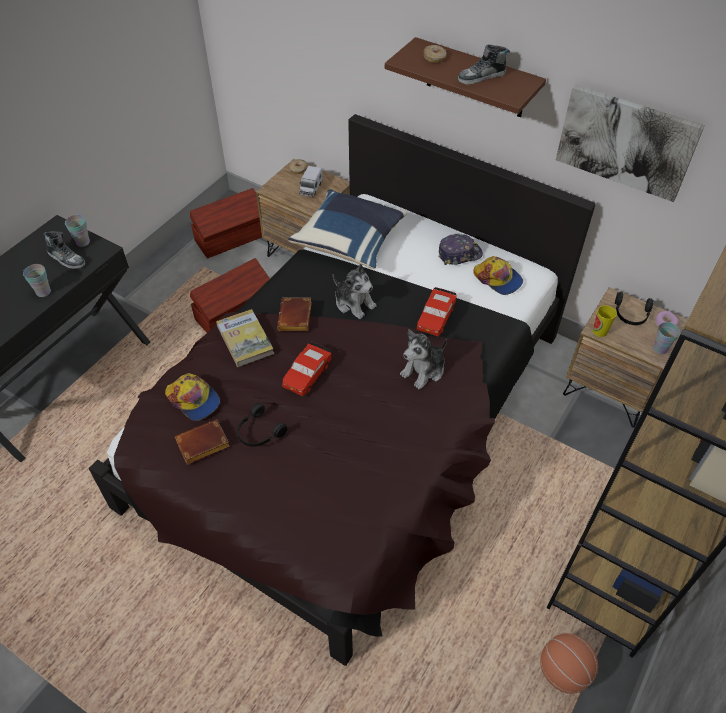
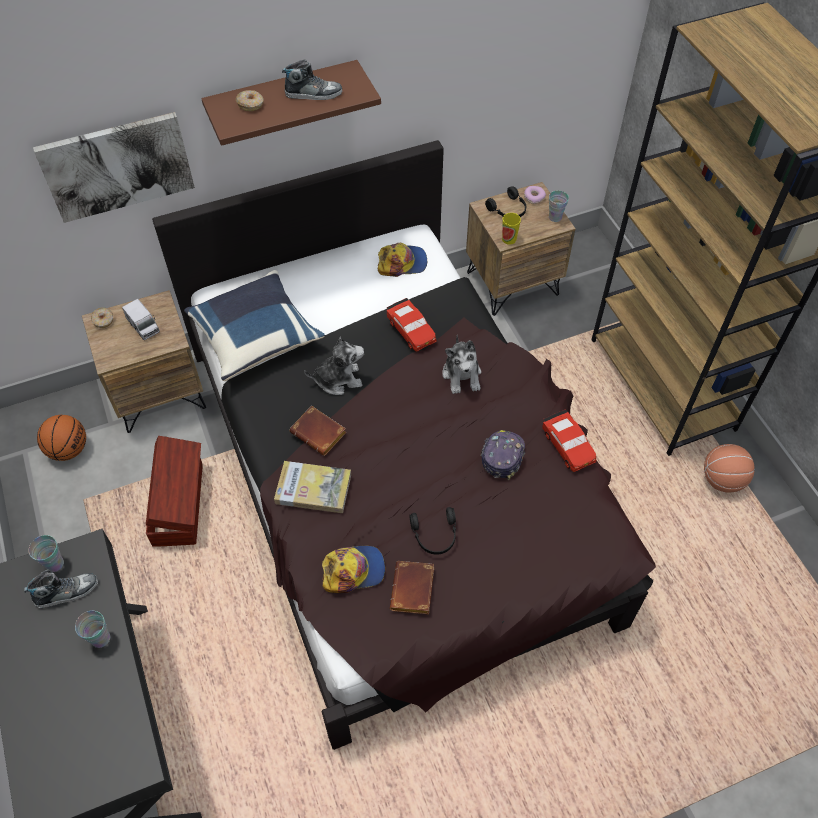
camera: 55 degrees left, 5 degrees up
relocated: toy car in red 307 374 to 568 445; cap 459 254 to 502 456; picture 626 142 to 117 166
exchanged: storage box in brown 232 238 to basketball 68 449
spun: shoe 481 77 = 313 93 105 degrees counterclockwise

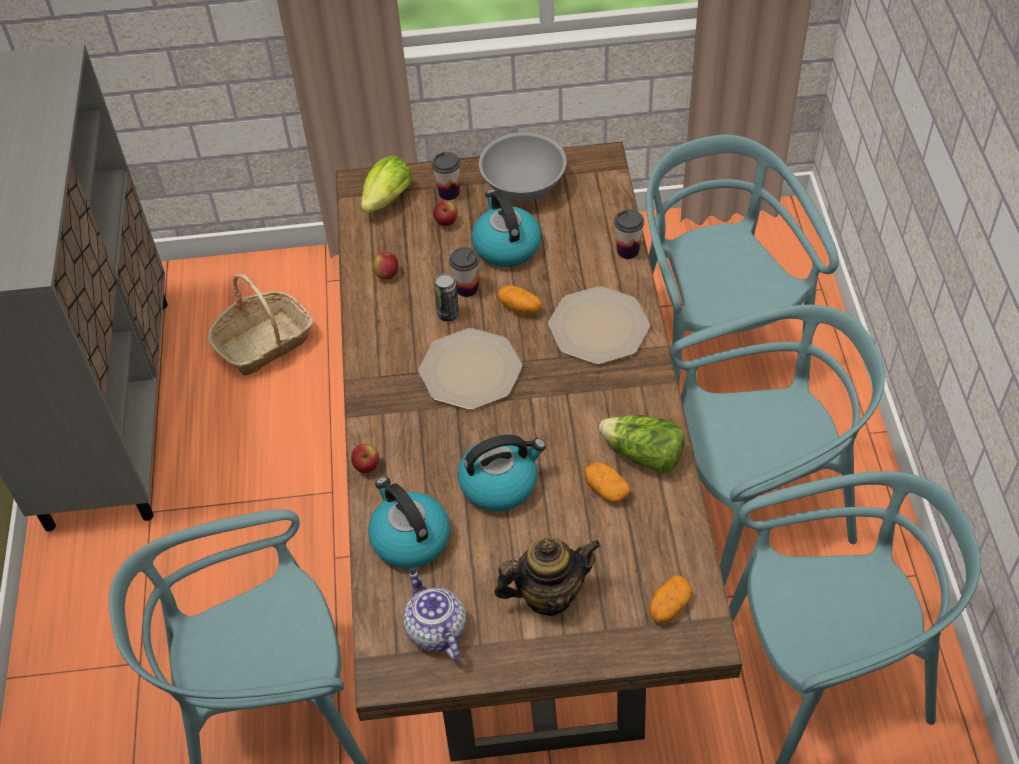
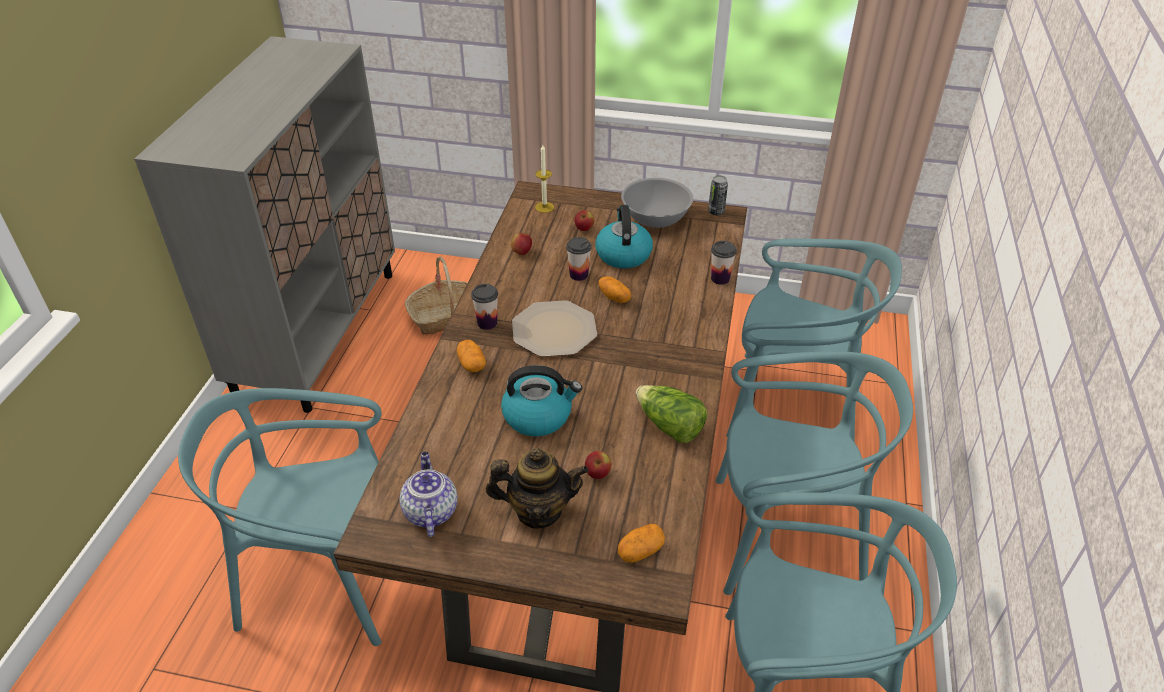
camera: 15 degrees right, 10 degrees down
missing: kettle 409 538; plate 598 328
relocated: apple 367 466 to 597 474; cup 448 192 to 487 323; can 448 314 to 716 212; potato 606 489 to 471 364
exchanged: lettuce 385 202 to candle 544 207
spun: chair in turquoise 714 349 = 792 405 105 degrees clockwise

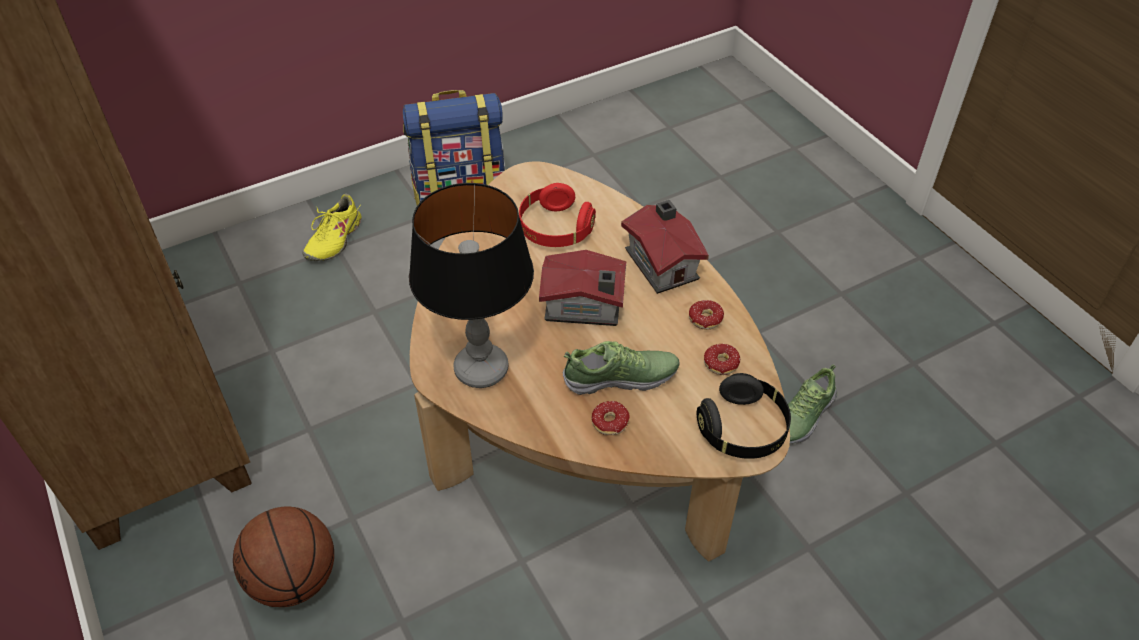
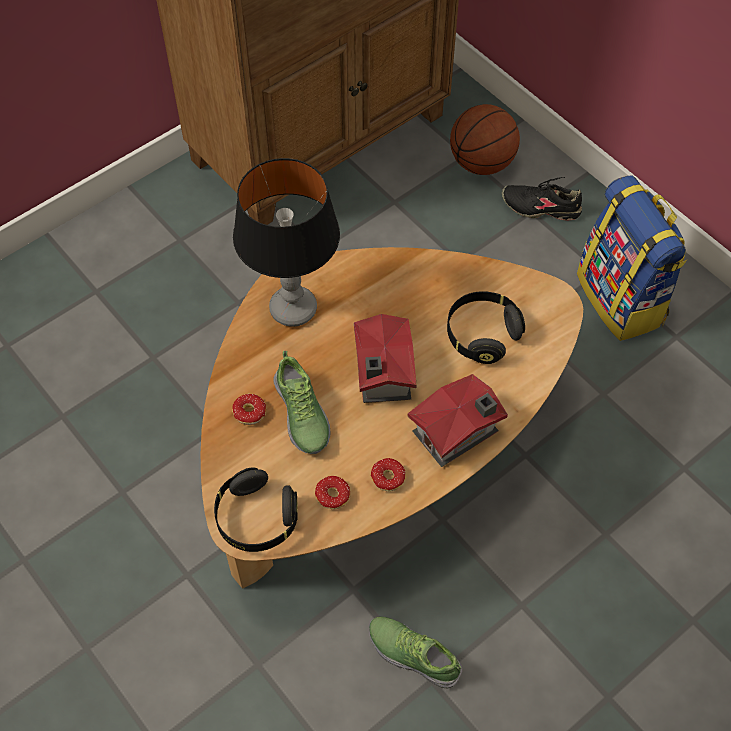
camera: 80 degrees right, 10 degrees up
relocated: basketball 294 580 to 481 163
colour: shoe in yellow 334 239 to shoe in black 541 207; headphones in red 555 229 to headphones in black 482 335

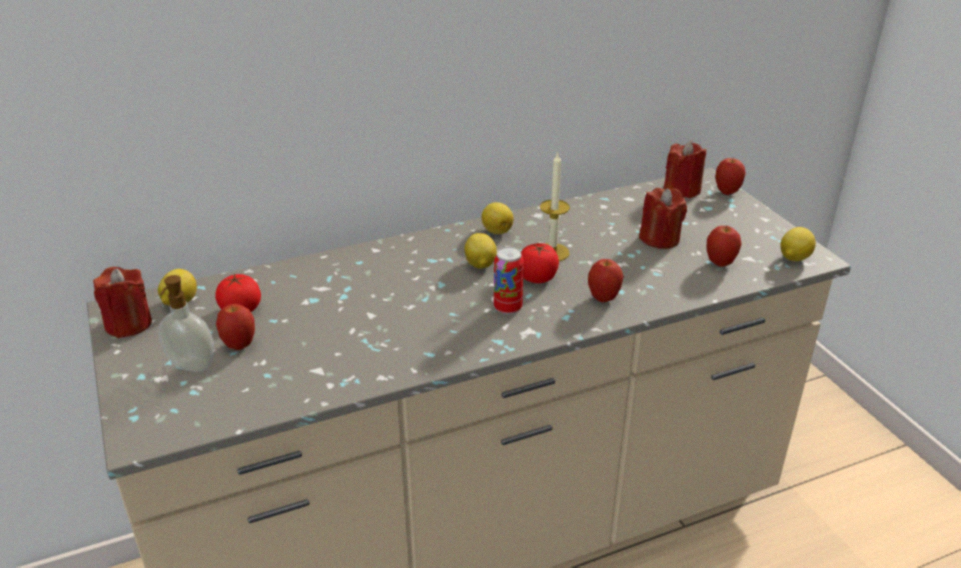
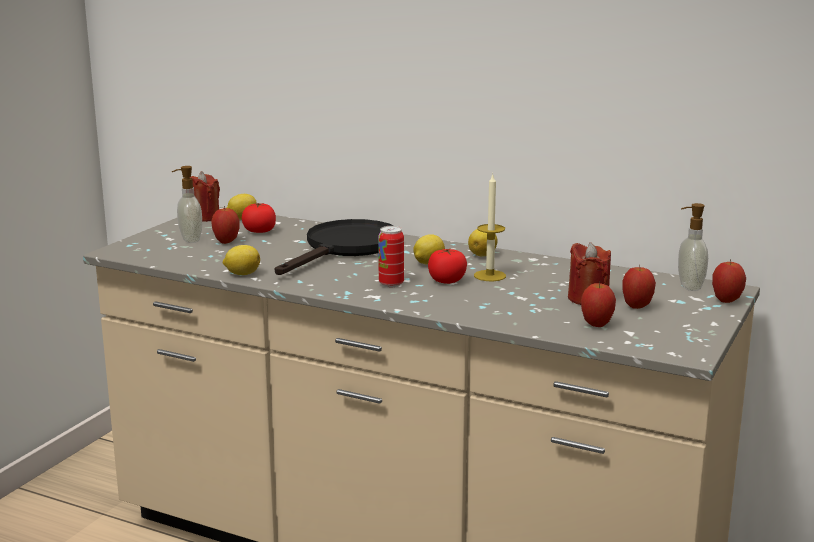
camera: 50 degrees right, 15 degrees down
appeared: frying pan in black 345 248
relocated: apple 603 298 to 637 307; lemon 793 258 to 242 274
exchanged: candle in red 682 190 to soap dispenser 689 287

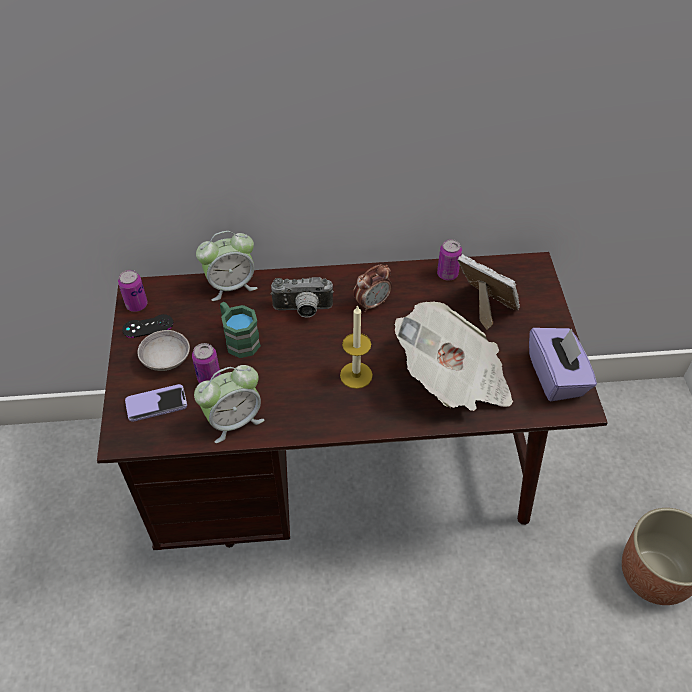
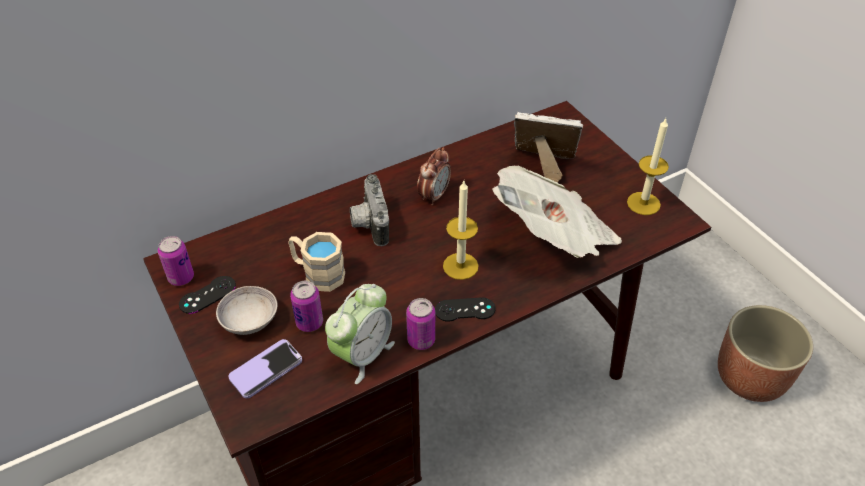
camera: 25 degrees left, 5 degrees down
missing: alarm clock 231 285
appeared: game controller in black 465 310
relocated: can 447 274 to 421 340
exchanged: tissue box in purple 556 376 to candle 643 203
colour: mug in green 238 339 to mug in beige 317 273
spun: photo camera 303 310 = 368 224 105 degrees clockwise

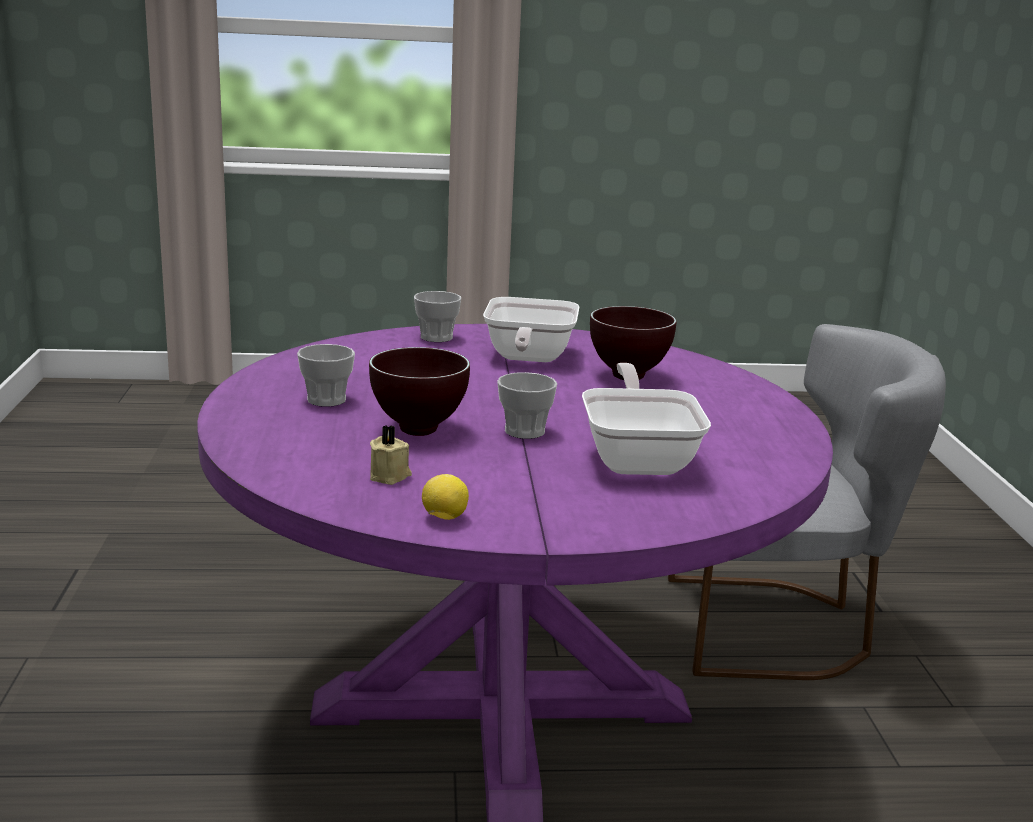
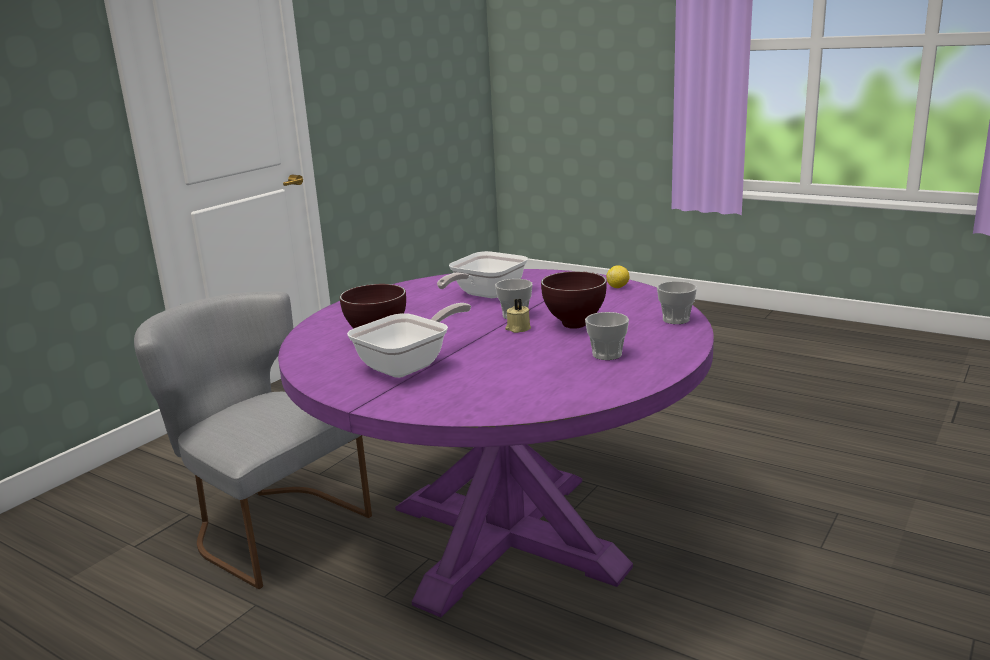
camera: 140 degrees left, 0 degrees up
relocated: candle in beige 390 476 to 517 329; cup 436 337 to 675 319

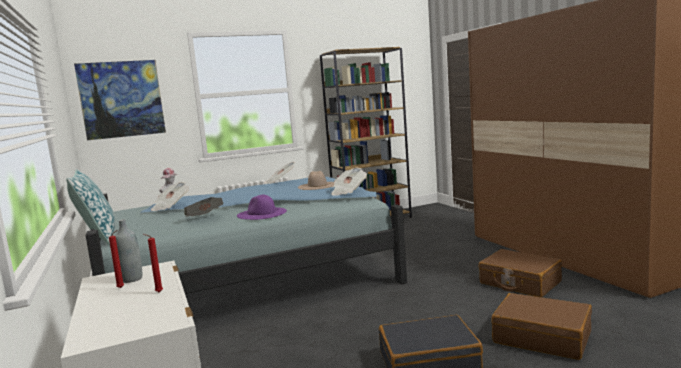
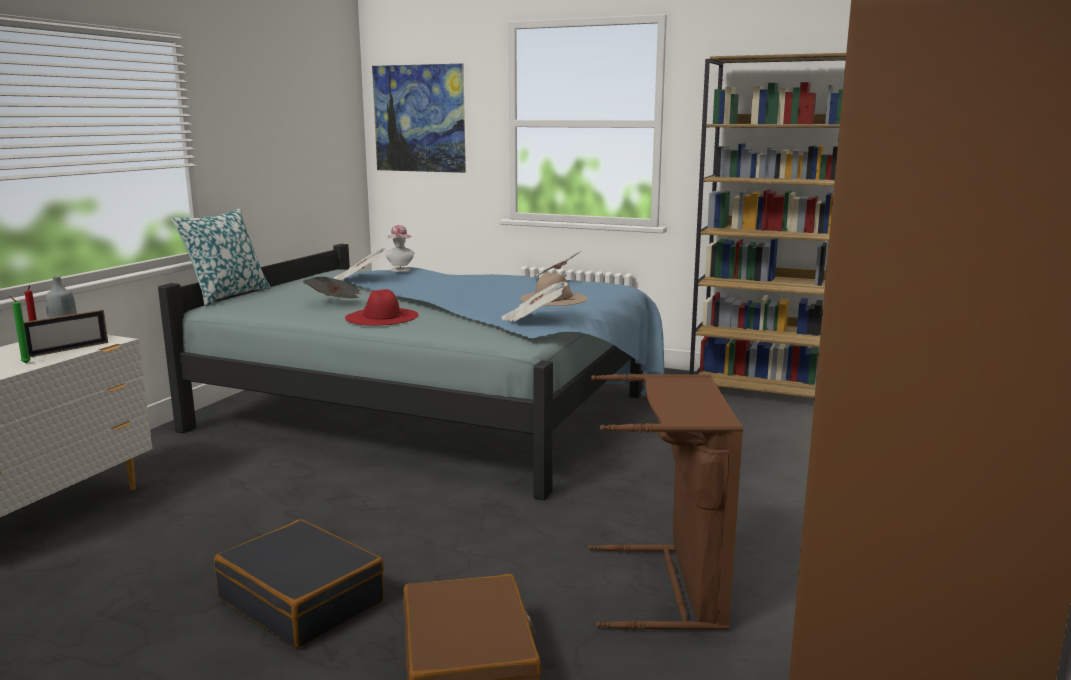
camera: 45 degrees right, 5 degrees up
appeared: picture frame 68 349
exchanged: suitcase in brown 519 283 to laundry basket in brown 672 587
colour: candle in red 158 293 to candle in green 25 363; hat in purple 261 213 to hat in red 381 316

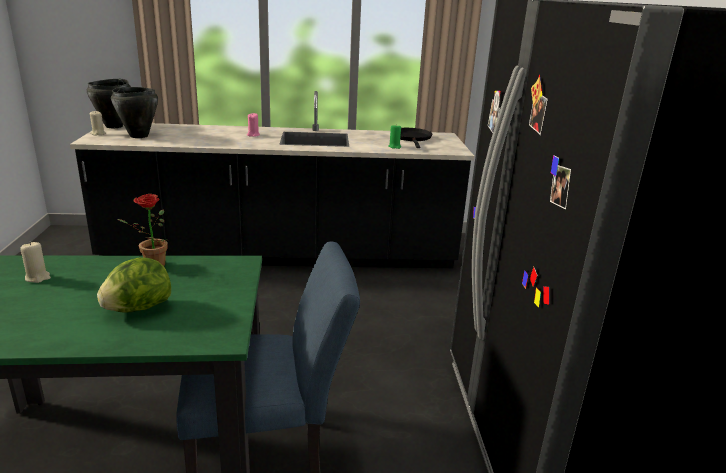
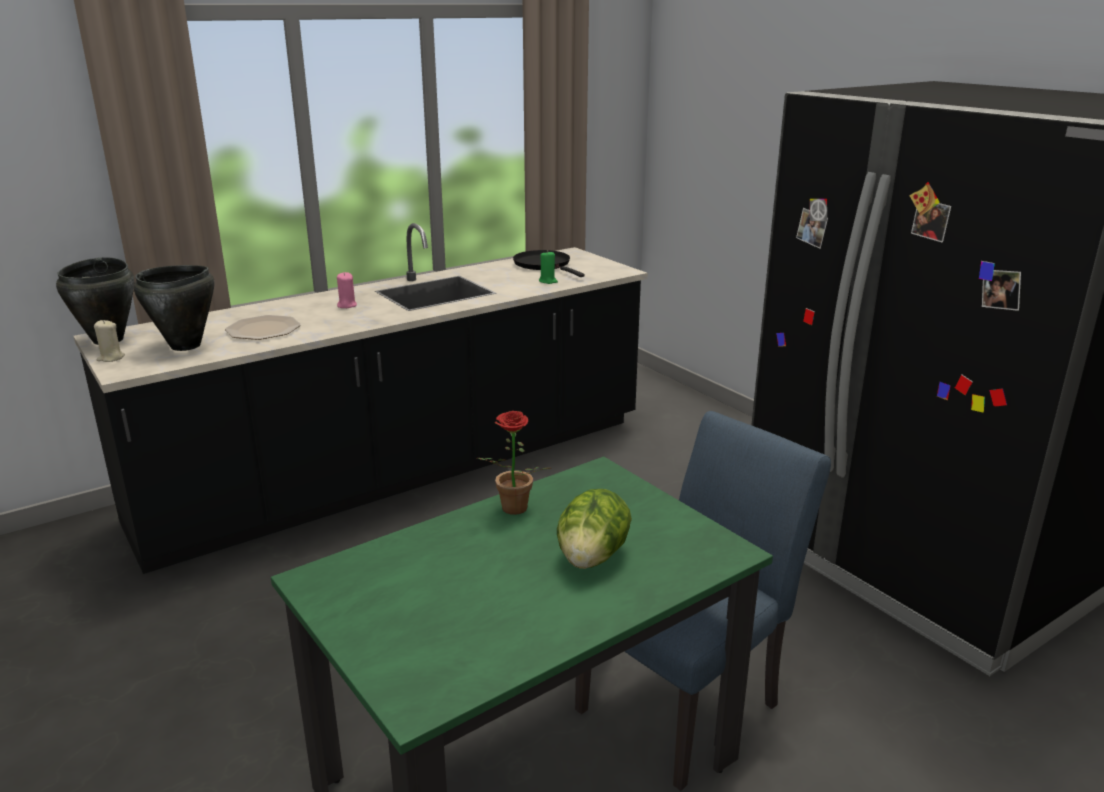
camera: 30 degrees left, 0 degrees up
missing: candle in beige 38 277
appeared: plate 264 329

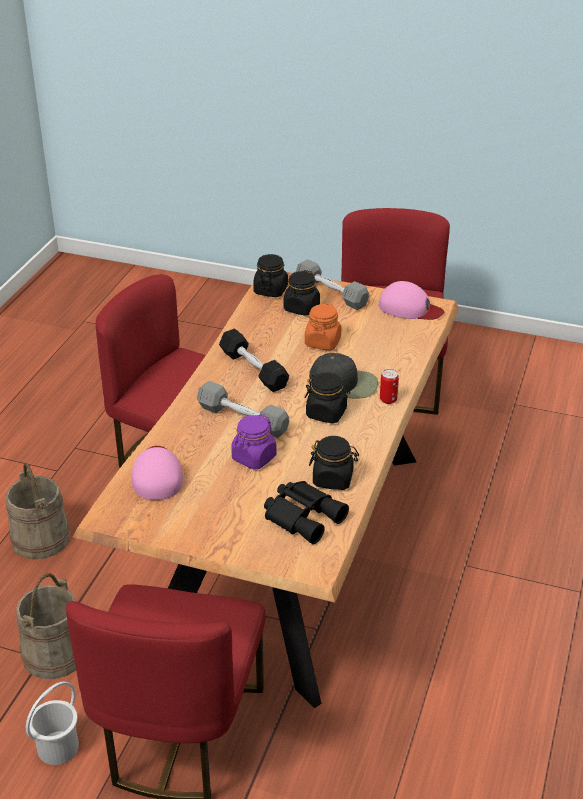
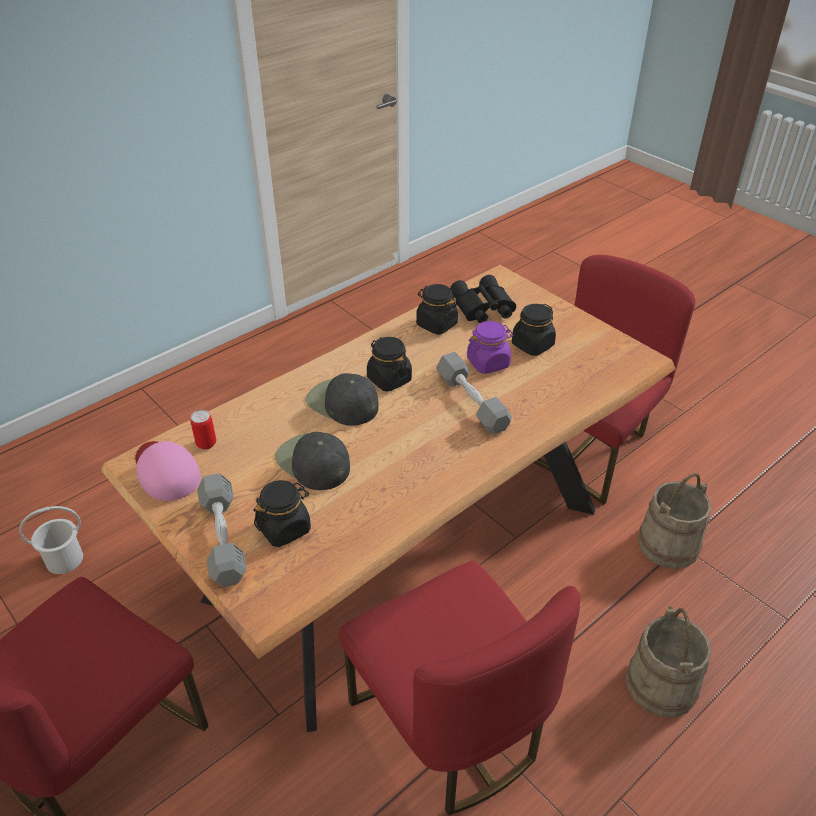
camera: 150 degrees left, 5 degrees up
missing: cap in pink 157 475; dumbbell in black 253 369
relocated: bucket in white 57 747 to 65 560; jar in black 270 290 to 532 345; can 388 399 to 206 443
exchanged: jar in orange 322 342 to cap in black 312 462

